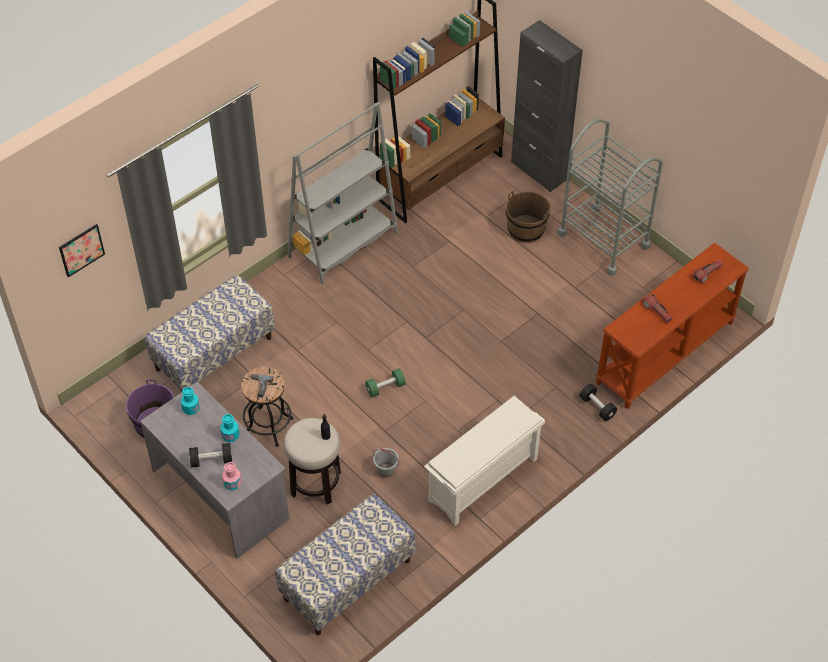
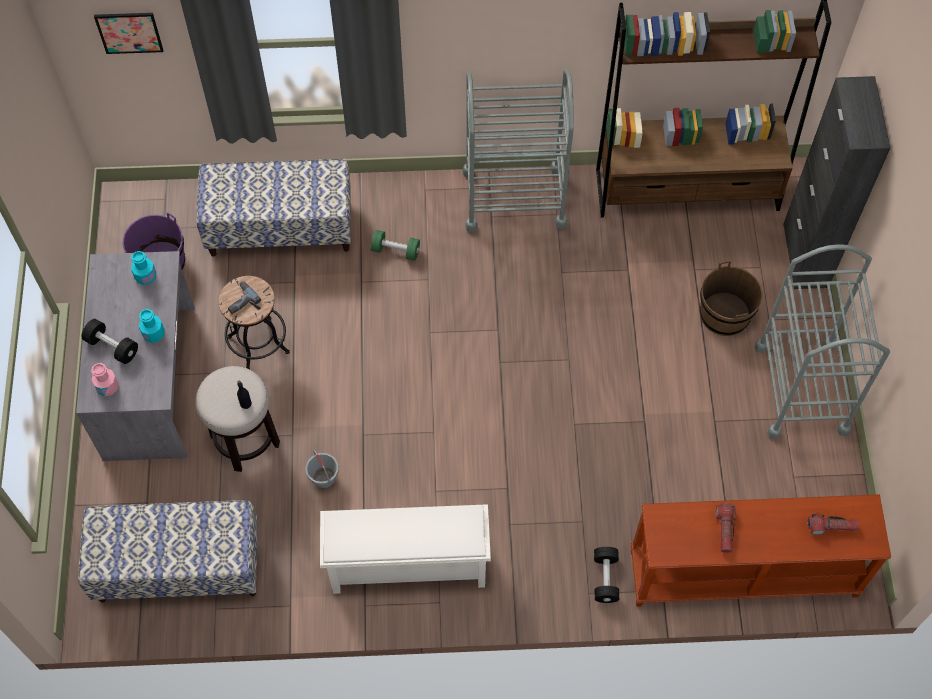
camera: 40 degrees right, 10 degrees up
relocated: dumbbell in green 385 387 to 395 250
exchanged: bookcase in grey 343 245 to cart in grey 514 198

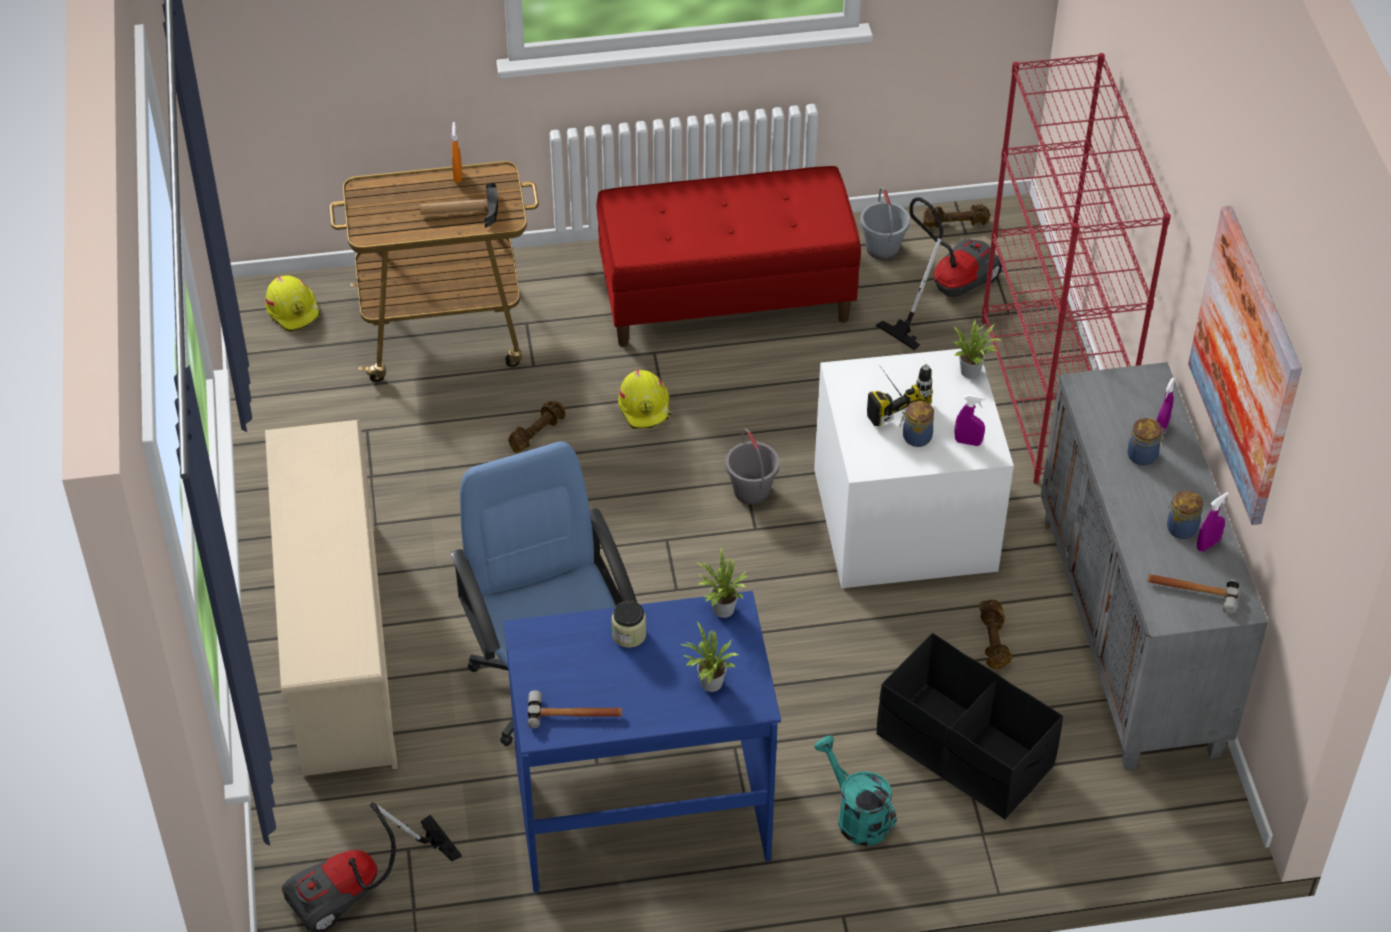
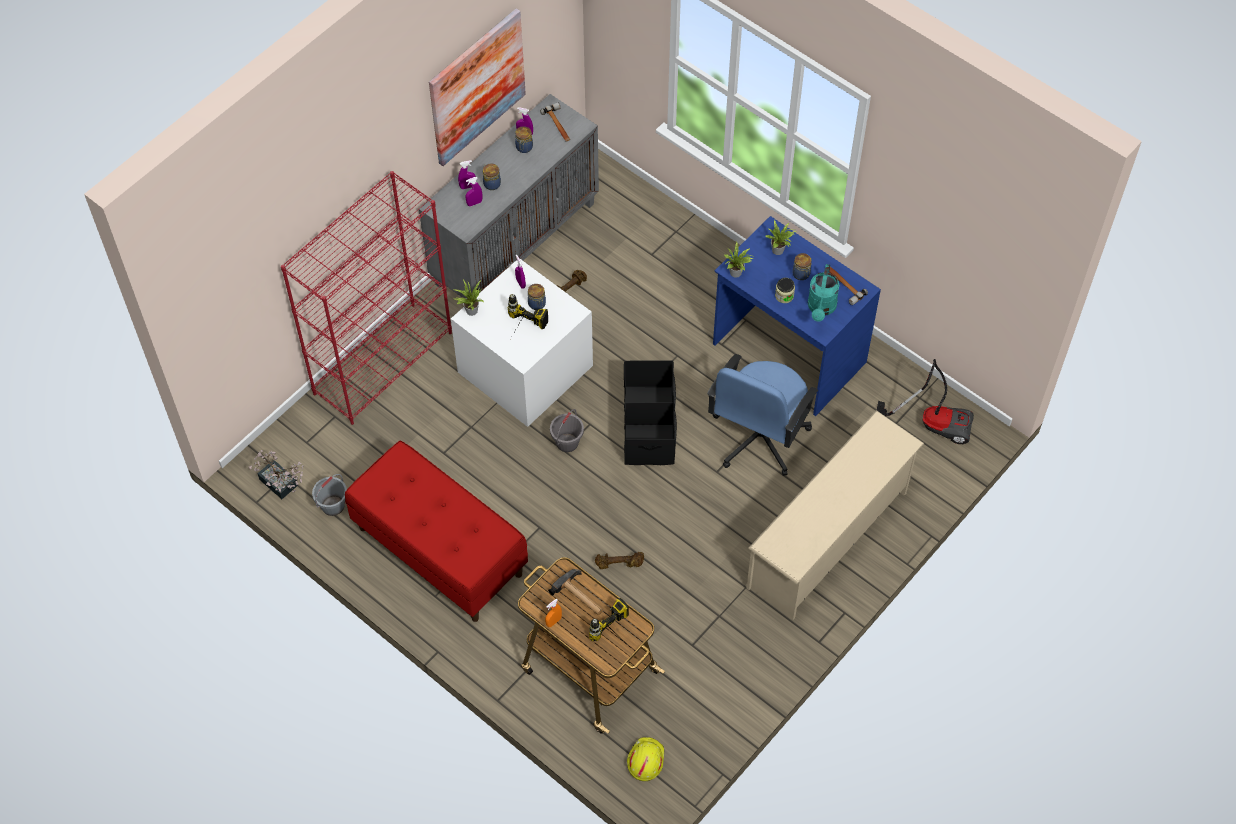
camera: 130 degrees left, 10 degrees up
missing: hard hat in yellow 645 407; vacuum cleaner 945 291
appeared: spray bottle in purple 474 203; power drill 618 637; jar 801 274
relocated: watering can in turquoise 856 816 to 821 308; storage box in black 964 751 to 649 425
exchanged: dumbbell in brown 955 223 to potted plant 281 485

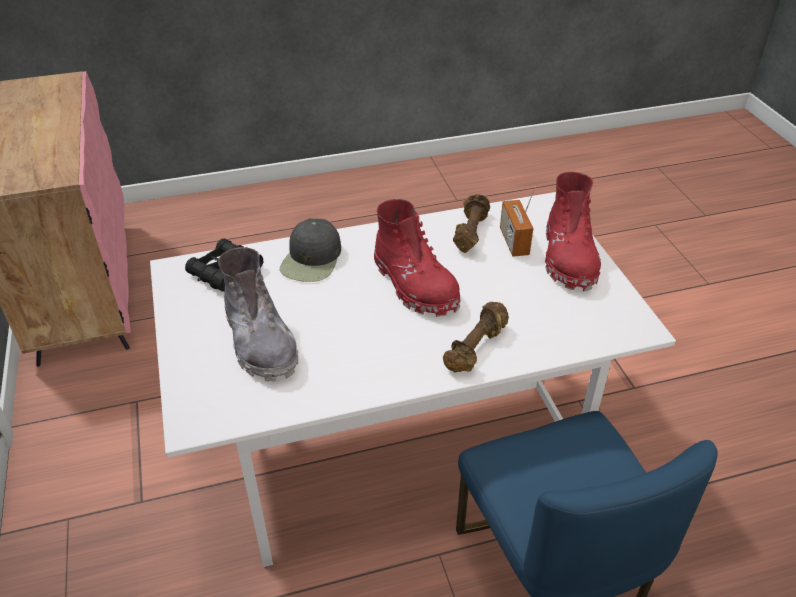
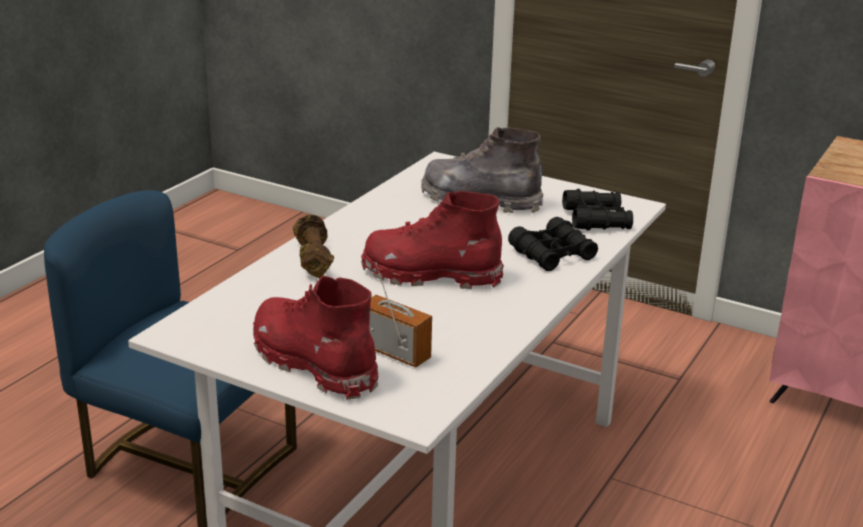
camera: 135 degrees right, 15 degrees down
missing: dumbbell in brown 470 232
exchanged: cap in black 312 259 to binoculars in black 552 254

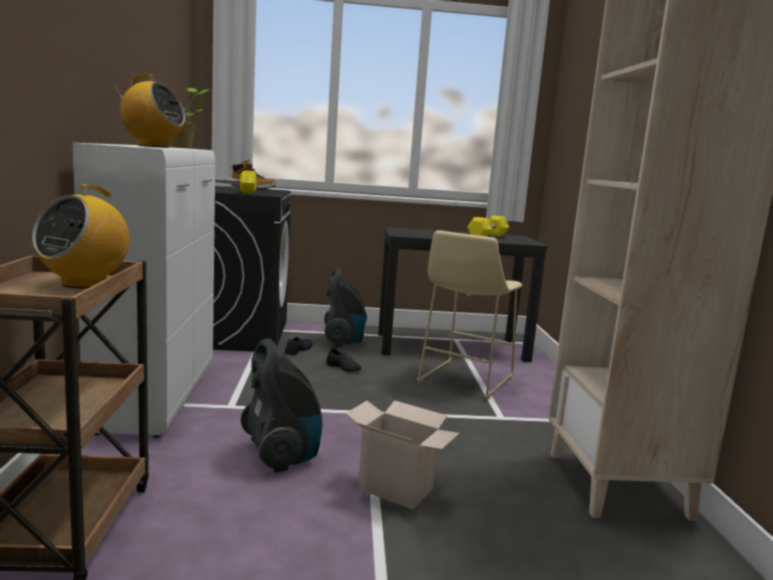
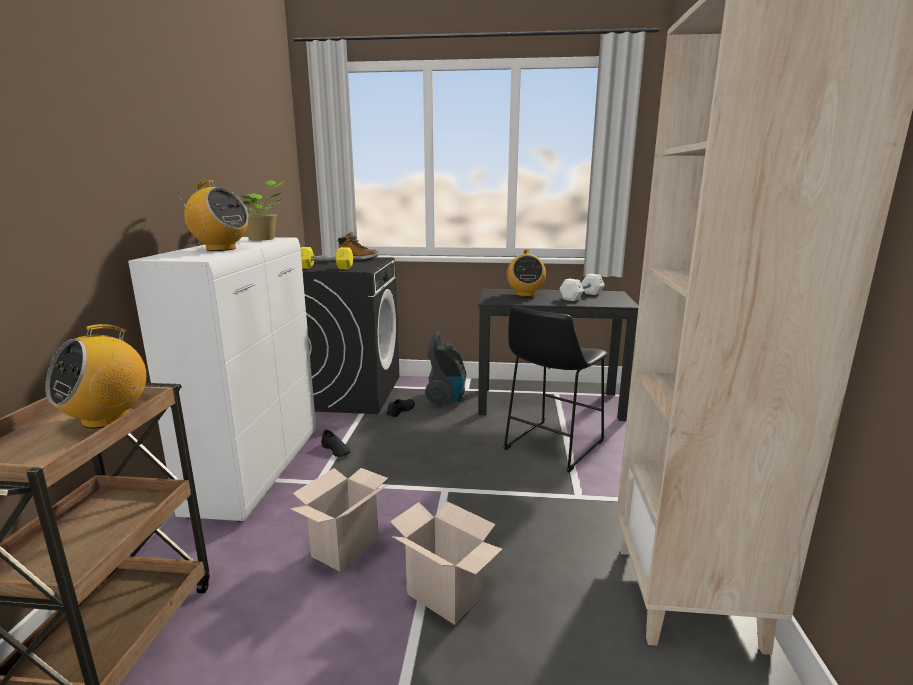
camera: 10 degrees right, 5 degrees up
appeared: radio 525 294
relocated: shoe in black 344 367 to 336 450
exchanged: vacuum cleaner 281 455 to cardboard box 345 546
colour: stool in beige 463 381 to stool in black 550 447; dumbbell in yellow 487 236 to dumbbell in white 581 296

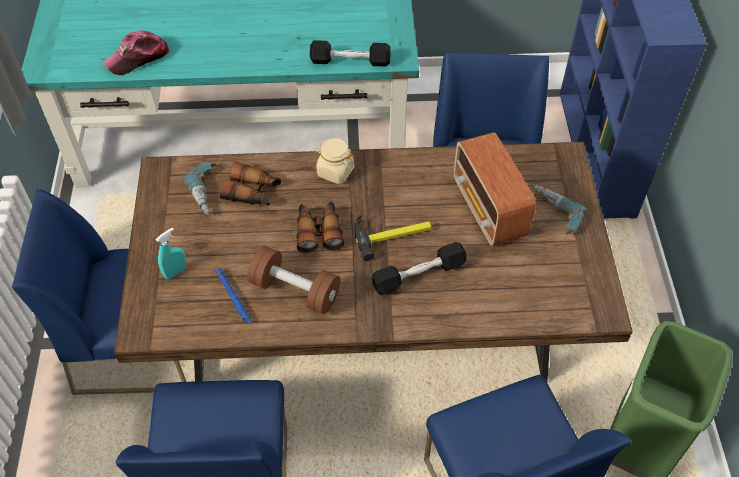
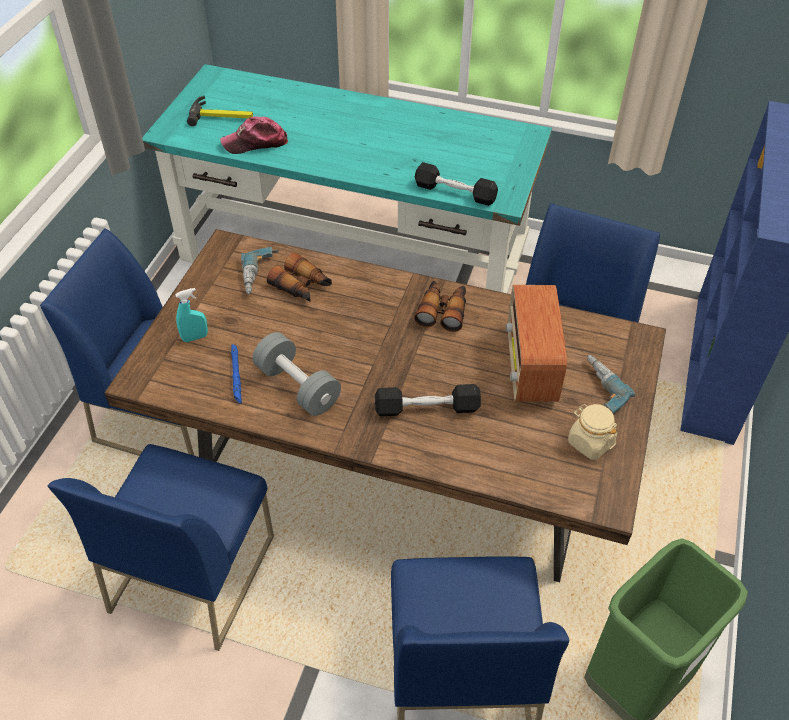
camera: 20 degrees right, 5 degrees down
relocated: binoculars 319 231 to 443 310; jar in beige 335 171 to 590 443; hammer 392 234 to 222 116
colour: dumbbell in brown 295 290 to dumbbell in grey 297 387

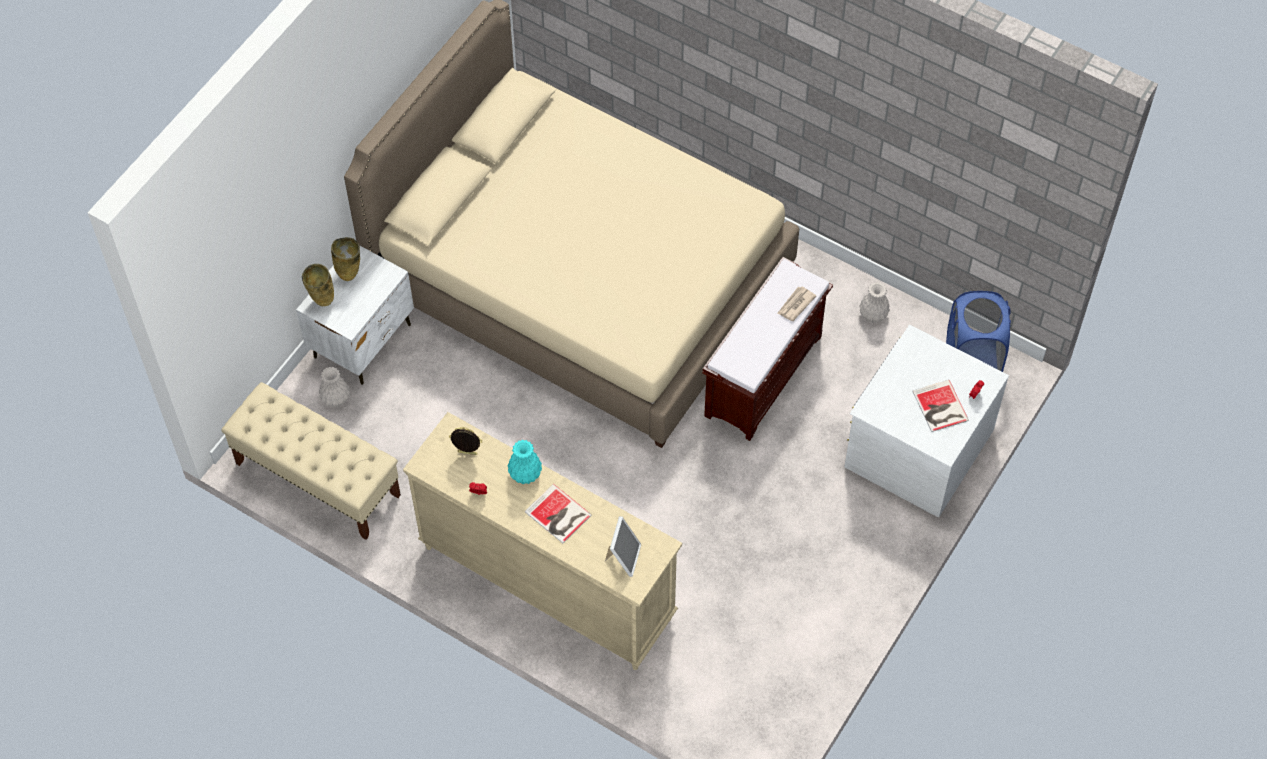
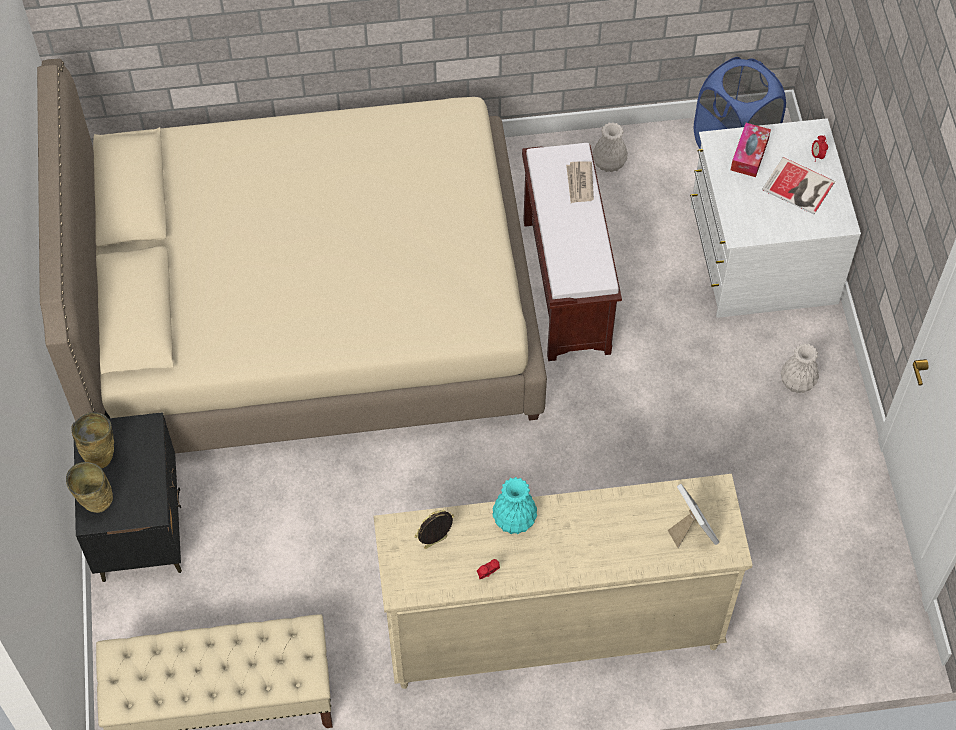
camera: 40 degrees left, 0 degrees up
missing: book 558 515
appeared: tissue box 749 155
relocated: vase in white 335 398 to 797 382
colour: nightstand in white 363 341 to nightstand in black 141 527

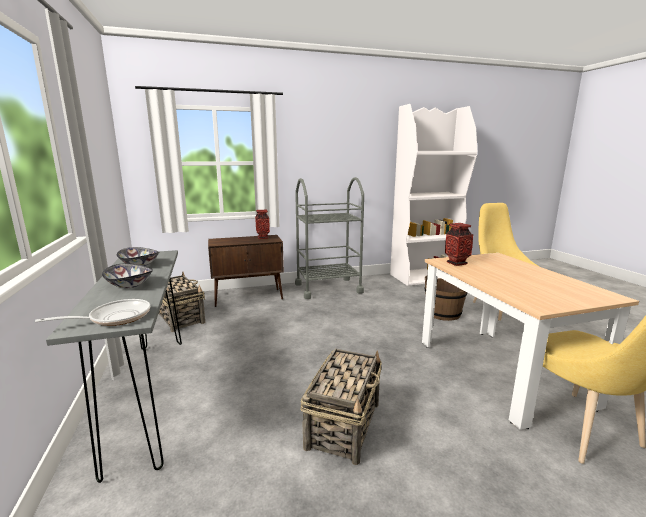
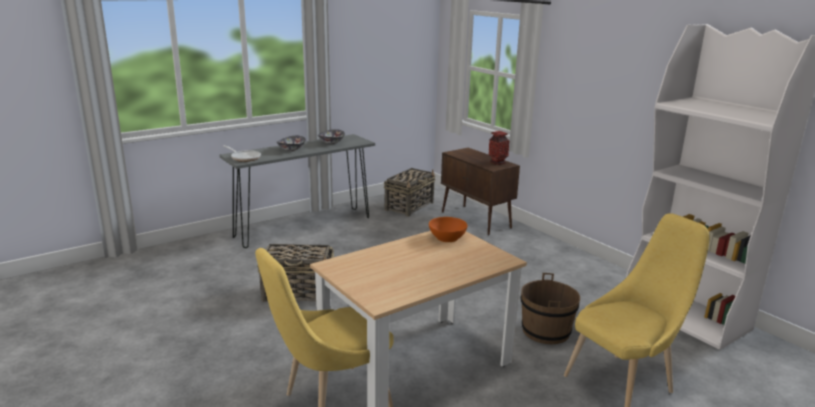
camera: 70 degrees right, 5 degrees up
missing: cart in grey 328 288
exchanged: vase 456 263 to bowl in orange 447 238

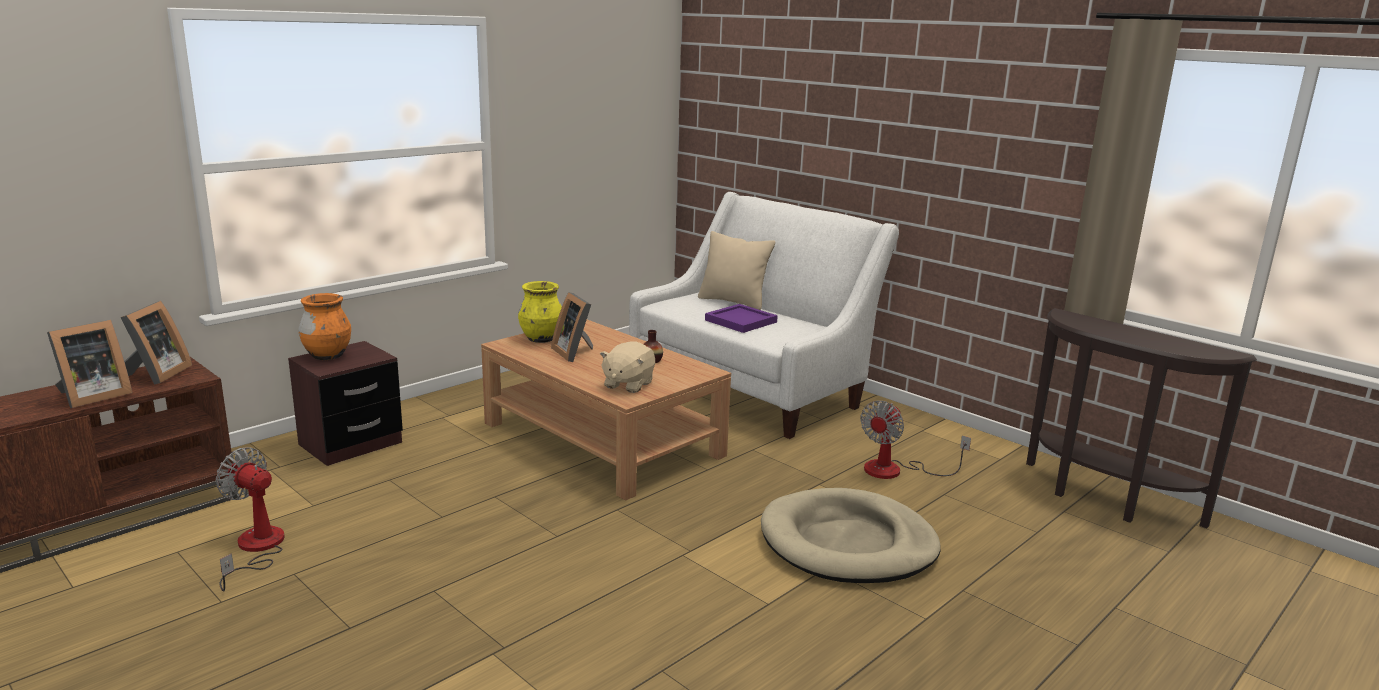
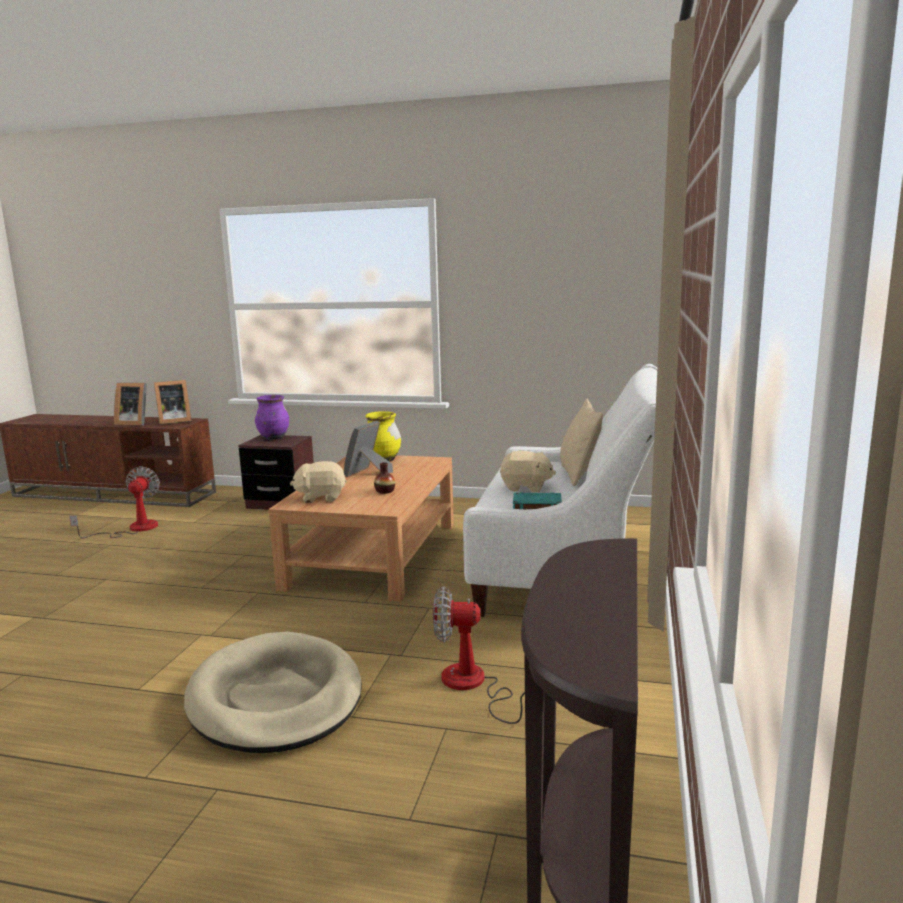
camera: 60 degrees right, 5 degrees down
appeared: book in turquoise 536 506
exchanged: tray in purple 739 321 to plush toy in beige 526 487
colour: vase in orange 327 356 to vase in purple 273 438

